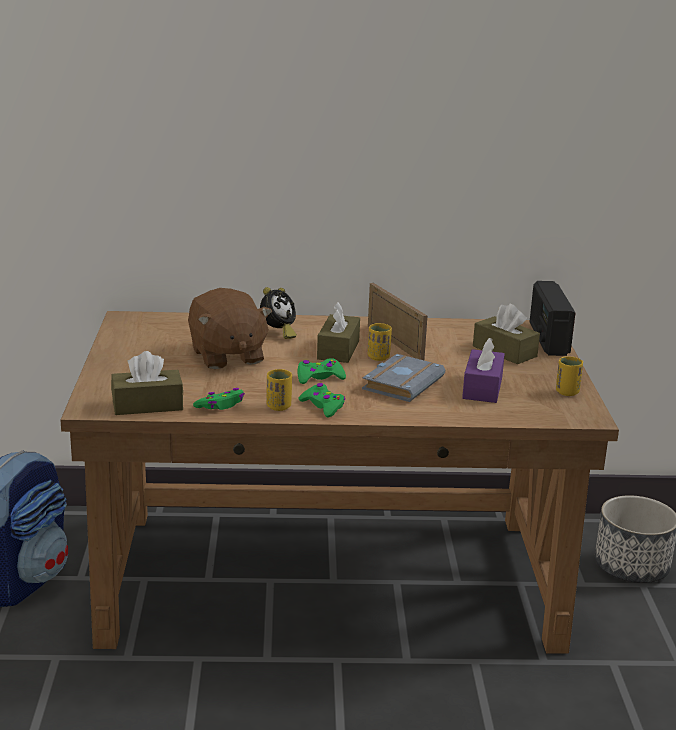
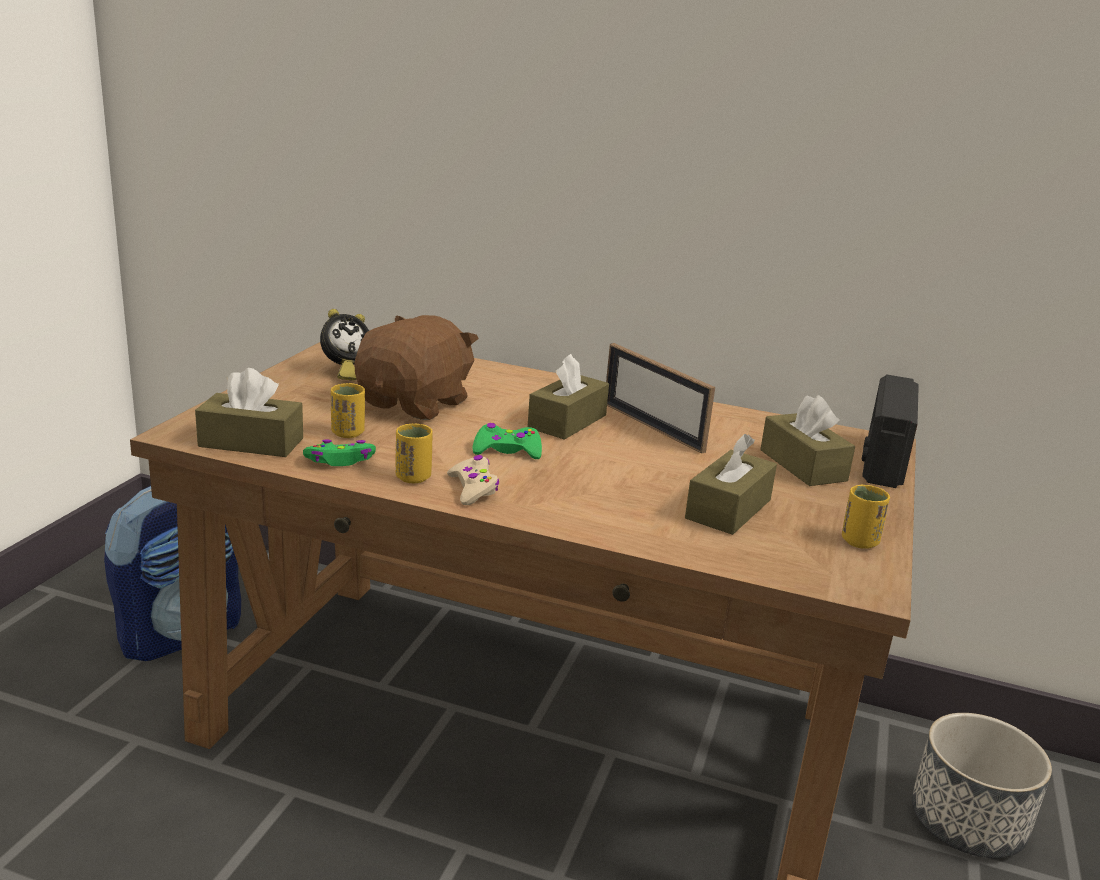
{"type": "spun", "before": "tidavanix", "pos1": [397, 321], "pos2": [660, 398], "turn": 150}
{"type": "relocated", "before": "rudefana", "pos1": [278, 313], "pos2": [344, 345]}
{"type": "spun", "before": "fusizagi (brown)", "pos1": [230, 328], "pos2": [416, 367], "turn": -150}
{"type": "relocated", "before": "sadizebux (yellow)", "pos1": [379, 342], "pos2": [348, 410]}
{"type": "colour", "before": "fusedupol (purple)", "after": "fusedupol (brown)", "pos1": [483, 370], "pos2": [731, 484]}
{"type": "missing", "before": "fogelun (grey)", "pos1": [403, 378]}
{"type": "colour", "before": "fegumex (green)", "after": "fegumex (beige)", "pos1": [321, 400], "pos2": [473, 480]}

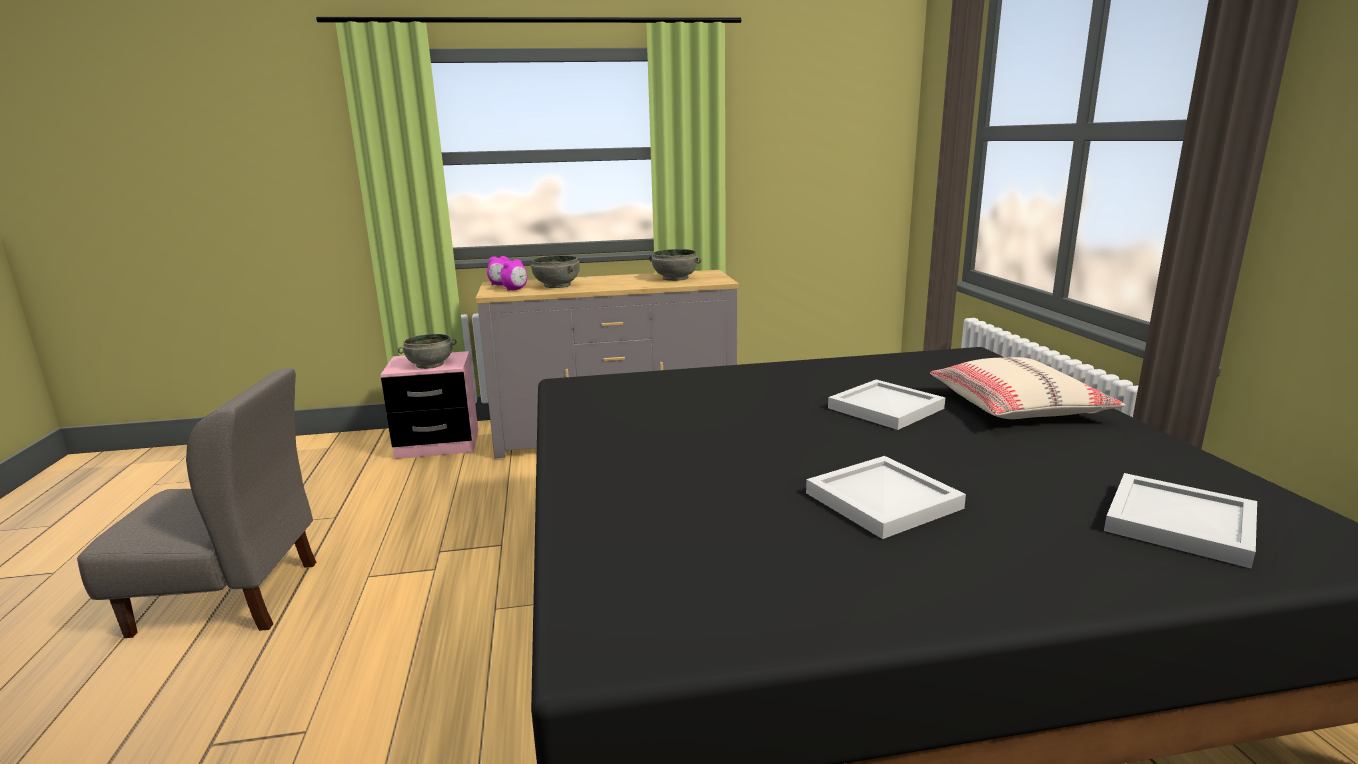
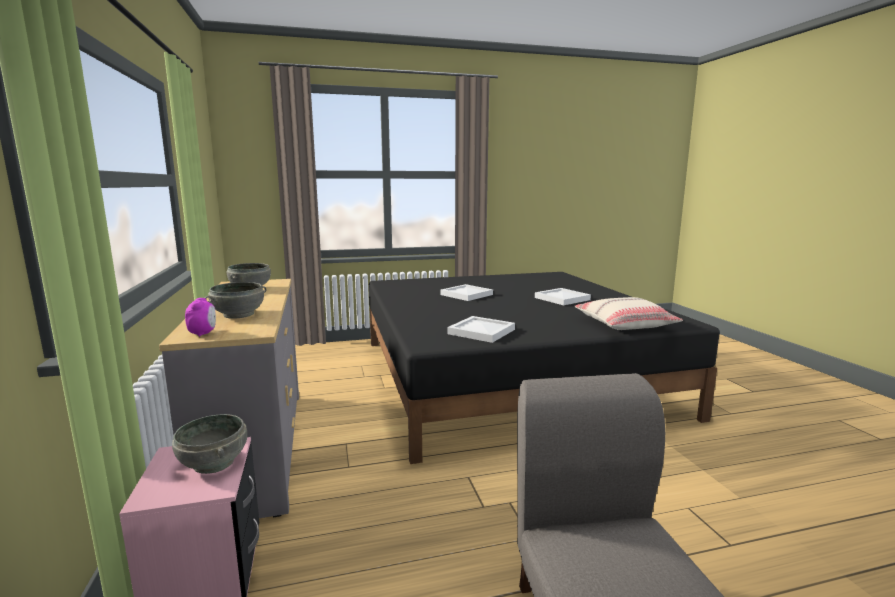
{"type": "missing", "before": "rudefana", "pos1": [514, 275]}
{"type": "relocated", "before": "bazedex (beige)", "pos1": [1027, 388], "pos2": [628, 313]}
{"type": "relocated", "before": "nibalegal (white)", "pos1": [1180, 520], "pos2": [481, 329]}

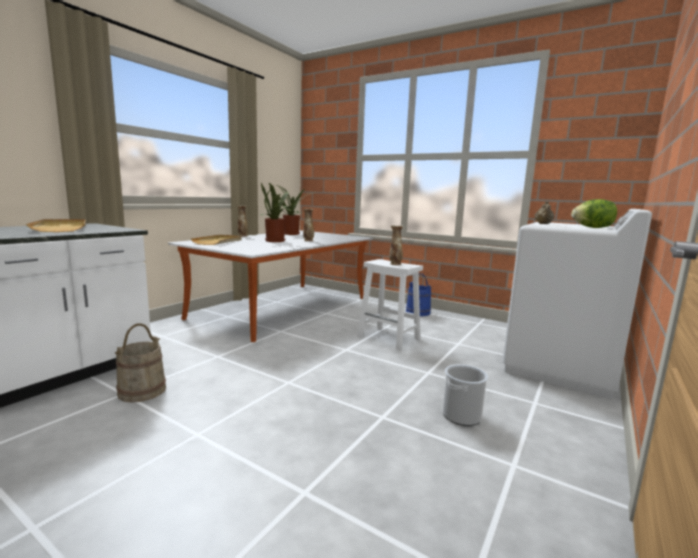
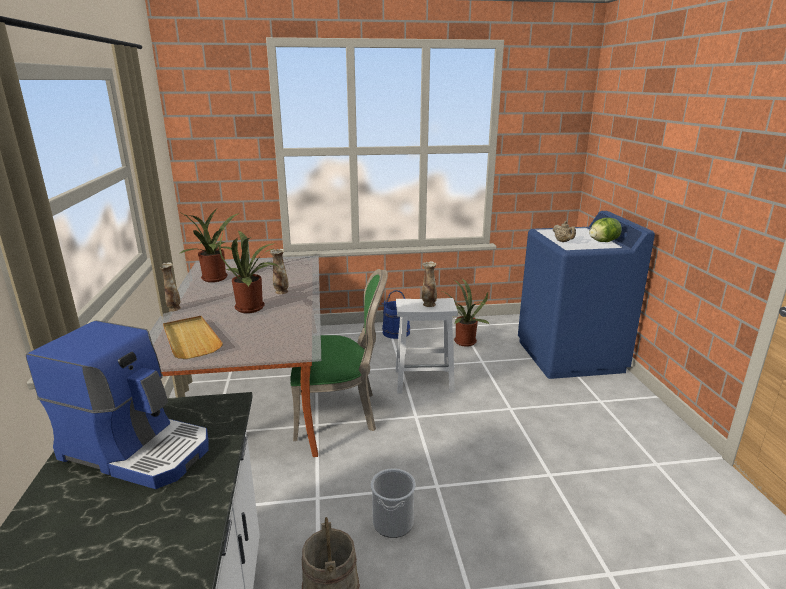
{"type": "colour", "before": "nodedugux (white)", "after": "nodedugux (blue)", "pos1": [577, 304], "pos2": [586, 295]}
{"type": "exchanged", "before": "nibalegal (beige)", "after": "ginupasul", "pos1": [56, 225], "pos2": [117, 404]}
{"type": "relocated", "before": "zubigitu", "pos1": [465, 395], "pos2": [393, 503]}
{"type": "appeared", "after": "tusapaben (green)", "pos2": [339, 355]}
{"type": "appeared", "after": "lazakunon", "pos2": [466, 312]}

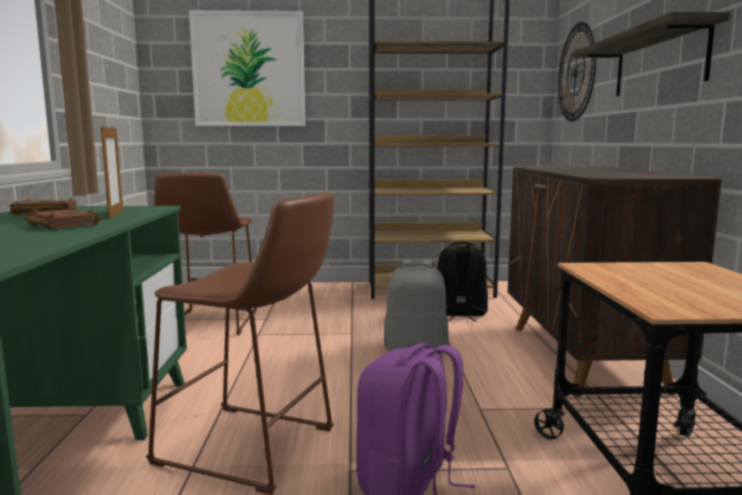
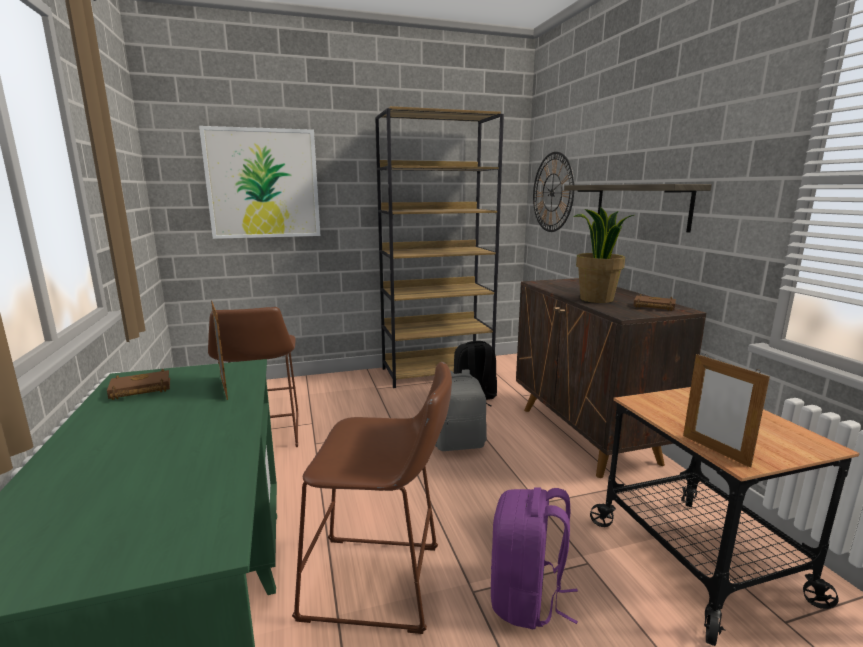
{"type": "relocated", "before": "fogelun (brown)", "pos1": [63, 218], "pos2": [654, 302]}
{"type": "appeared", "after": "lazakunon", "pos2": [603, 254]}
{"type": "appeared", "after": "tidavanix", "pos2": [726, 411]}

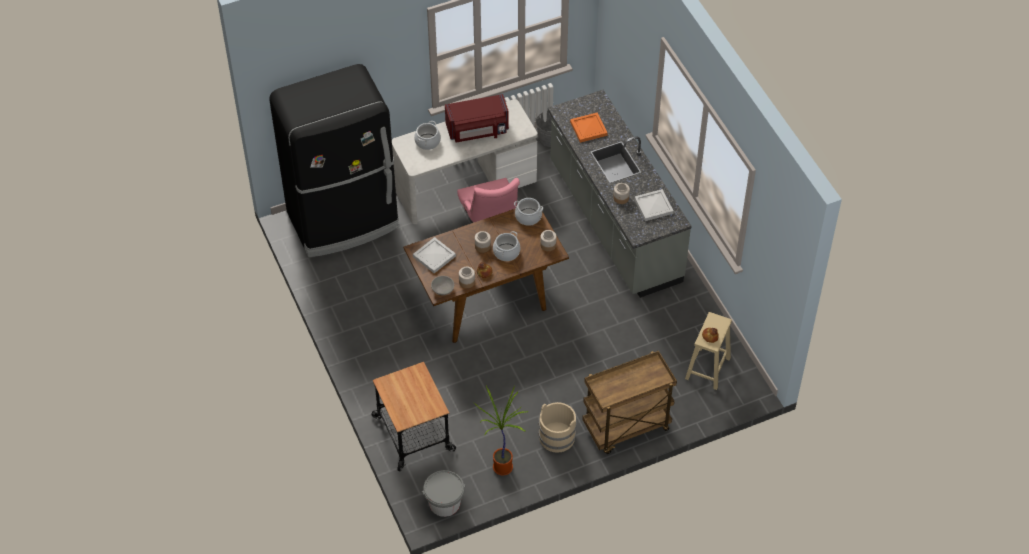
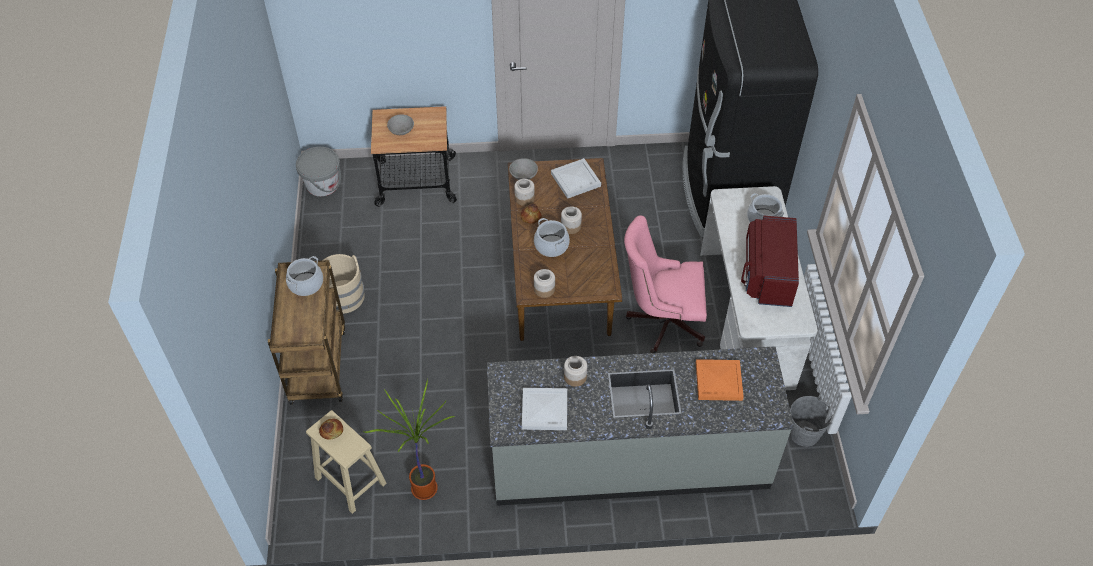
{"type": "relocated", "before": "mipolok", "pos1": [528, 212], "pos2": [304, 276]}
{"type": "relocated", "before": "lazakunon", "pos1": [500, 430], "pos2": [409, 439]}
{"type": "appeared", "after": "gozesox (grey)", "pos2": [400, 124]}

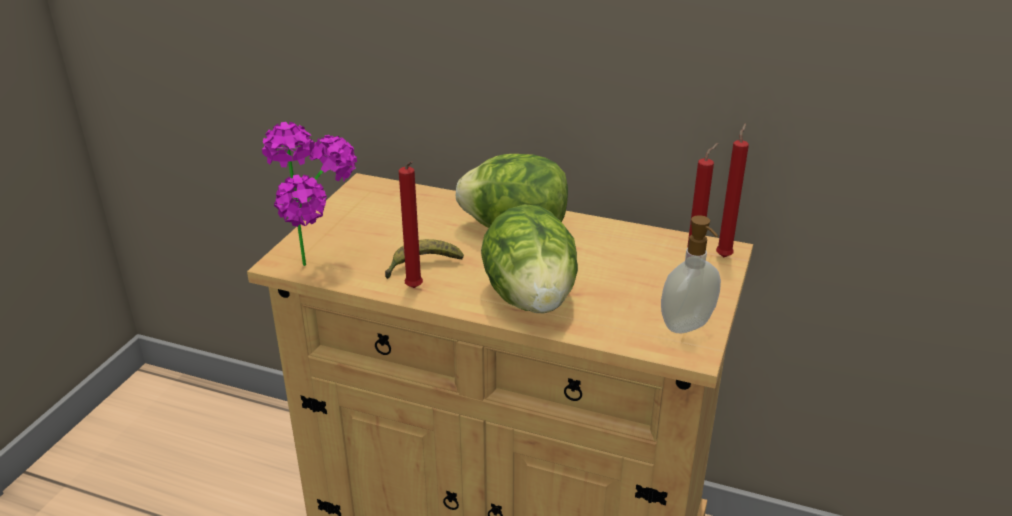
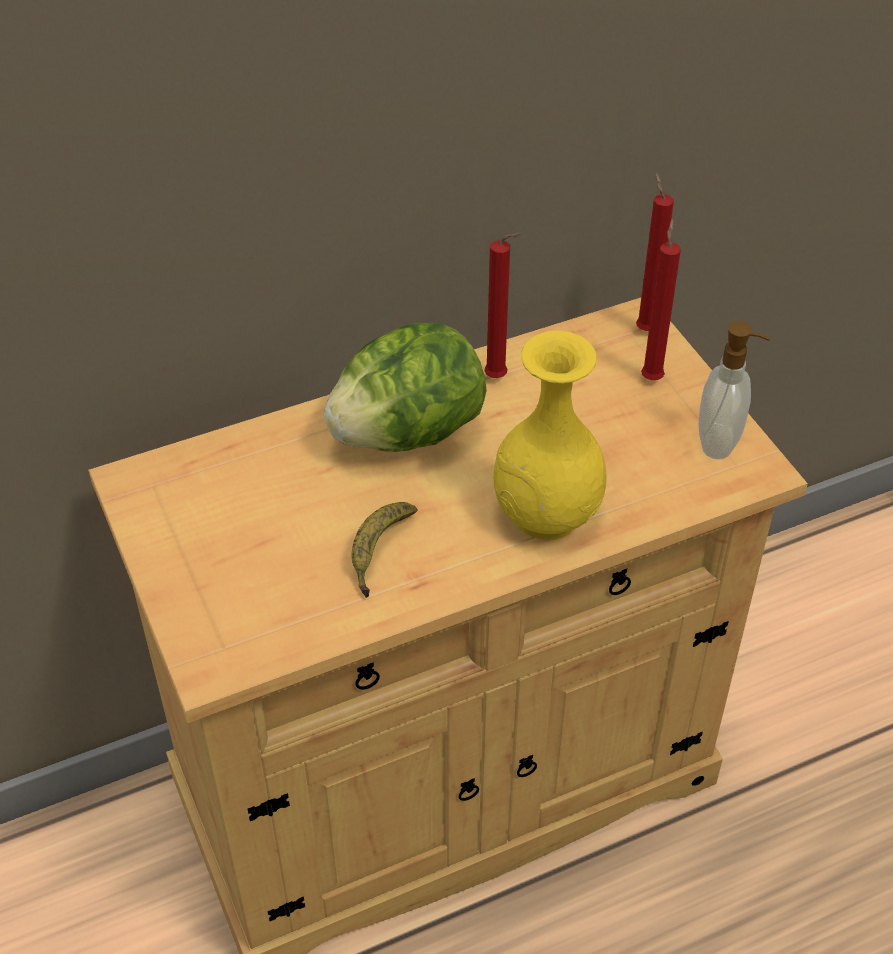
{"type": "missing", "before": "lazakunon", "pos1": [309, 194]}
{"type": "relocated", "before": "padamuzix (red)", "pos1": [411, 224], "pos2": [502, 305]}
{"type": "exchanged", "before": "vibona", "after": "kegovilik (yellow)", "pos1": [529, 258], "pos2": [549, 435]}

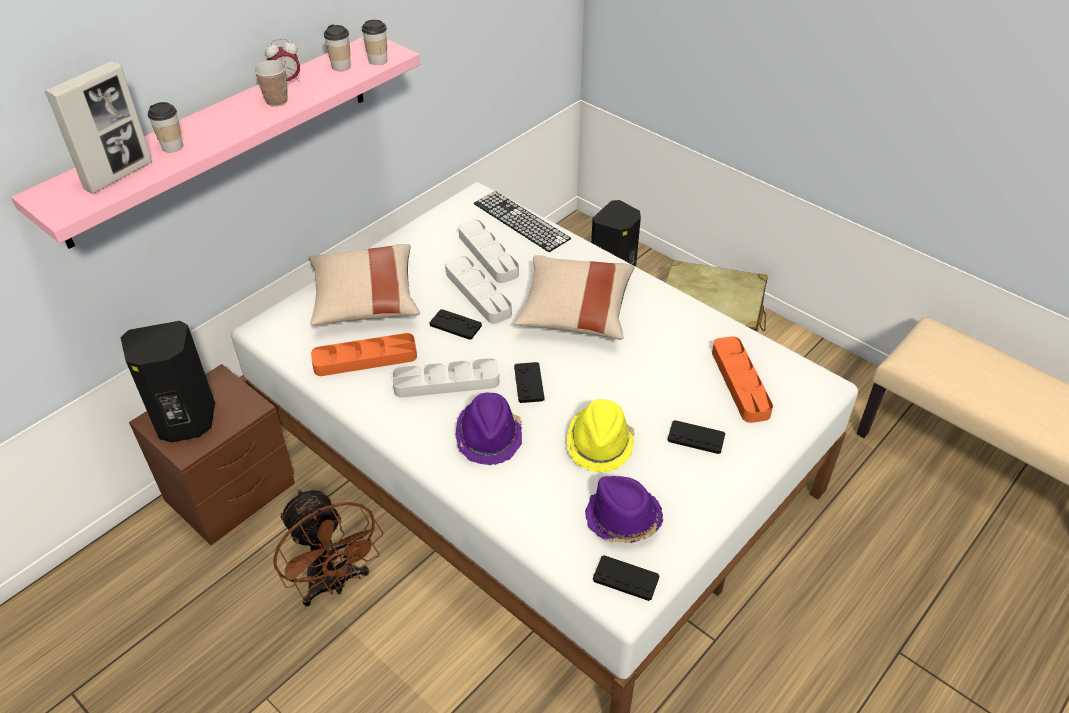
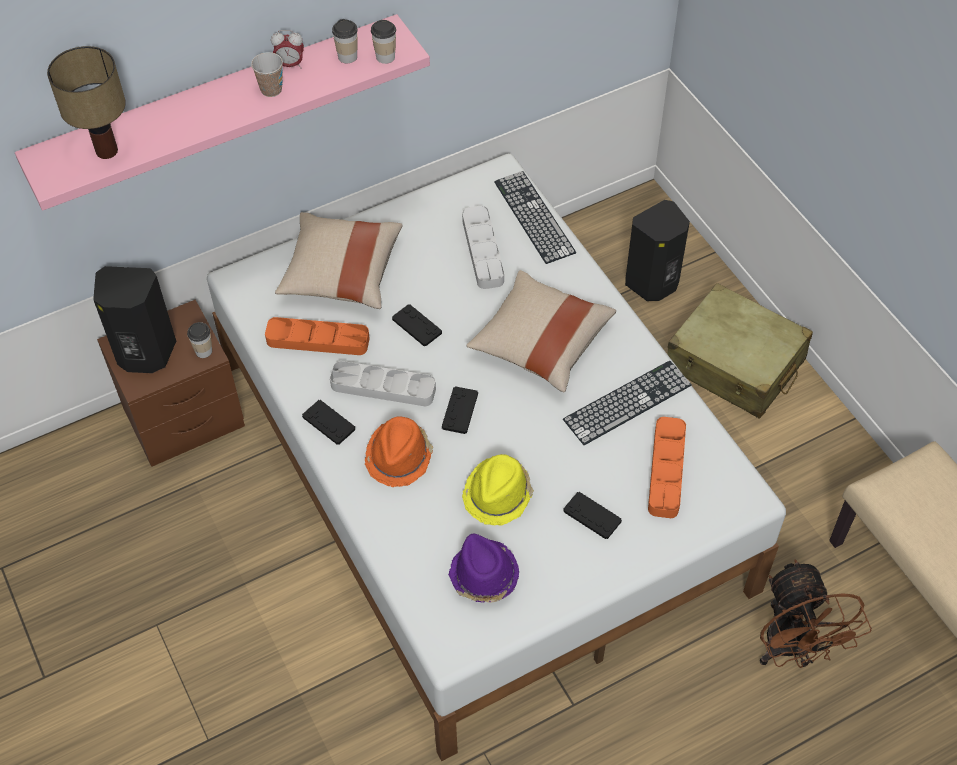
{"type": "exchanged", "before": "tidavanix", "after": "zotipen", "pos1": [98, 127], "pos2": [86, 102]}
{"type": "relocated", "before": "sadizebux", "pos1": [165, 127], "pos2": [199, 340]}
{"type": "missing", "before": "nibalegal (grey)", "pos1": [479, 290]}
{"type": "colour", "before": "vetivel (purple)", "after": "vetivel (orange)", "pos1": [489, 429], "pos2": [399, 451]}
{"type": "relocated", "before": "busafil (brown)", "pos1": [328, 548], "pos2": [816, 614]}
{"type": "relocated", "before": "fegumex (black)", "pos1": [626, 578], "pos2": [328, 422]}
{"type": "appeared", "after": "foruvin", "pos2": [627, 403]}

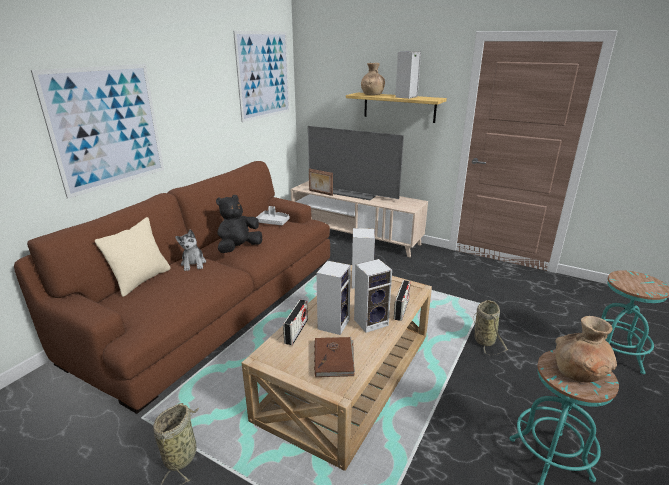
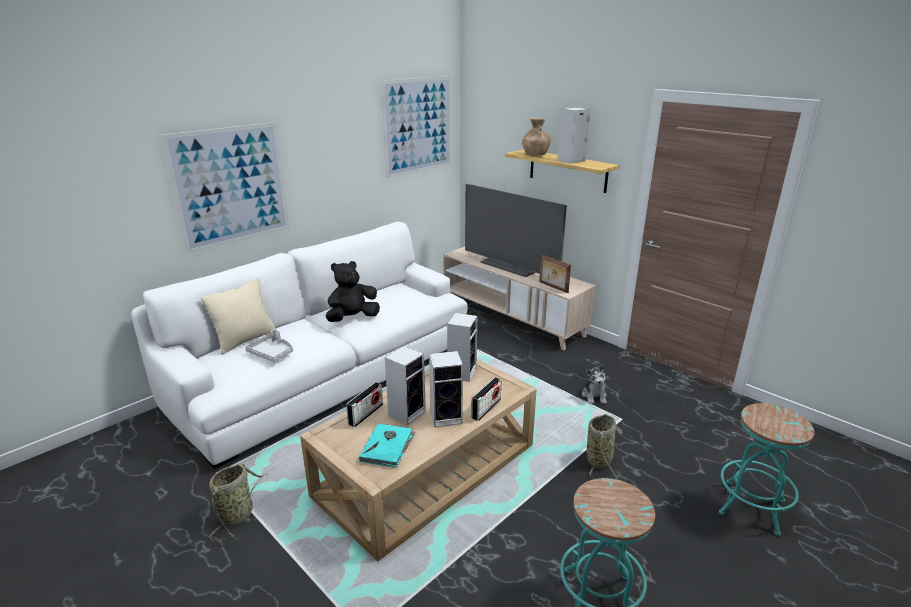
{"type": "colour", "before": "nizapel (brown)", "after": "nizapel (white)", "pos1": [172, 287], "pos2": [299, 345]}
{"type": "relocated", "before": "tidavanix", "pos1": [321, 182], "pos2": [555, 273]}
{"type": "relocated", "before": "nibalegal (grey)", "pos1": [273, 215], "pos2": [269, 345]}
{"type": "relocated", "before": "fusizagi", "pos1": [190, 250], "pos2": [594, 384]}
{"type": "missing", "before": "kegovilik (brown)", "pos1": [586, 349]}
{"type": "colour", "before": "fogelun (brown)", "after": "fogelun (turquoise)", "pos1": [334, 357], "pos2": [387, 446]}

